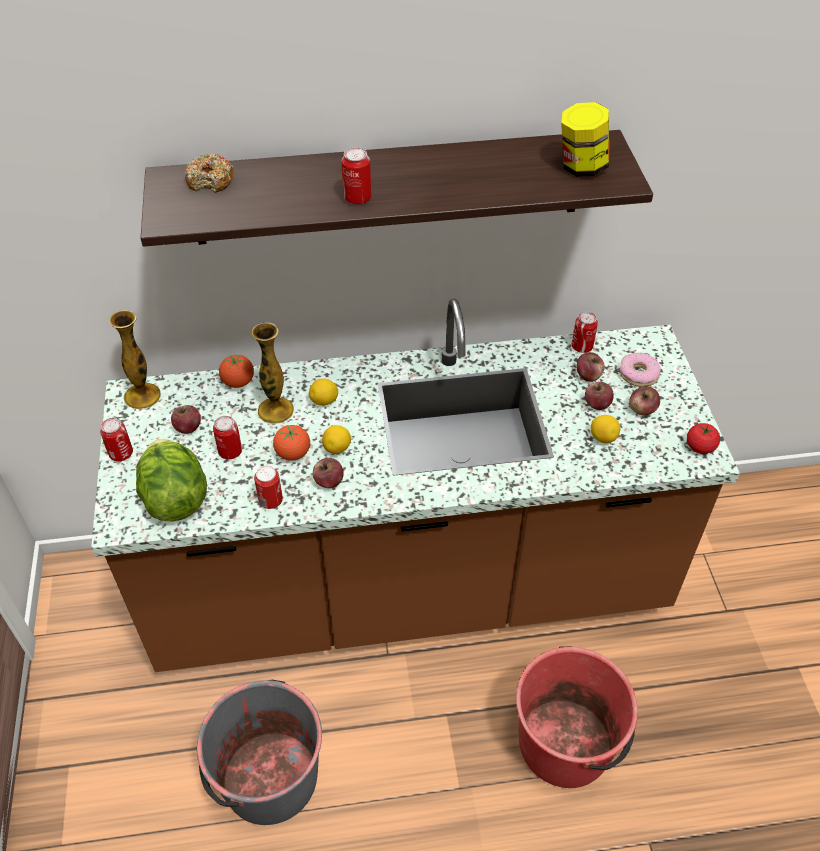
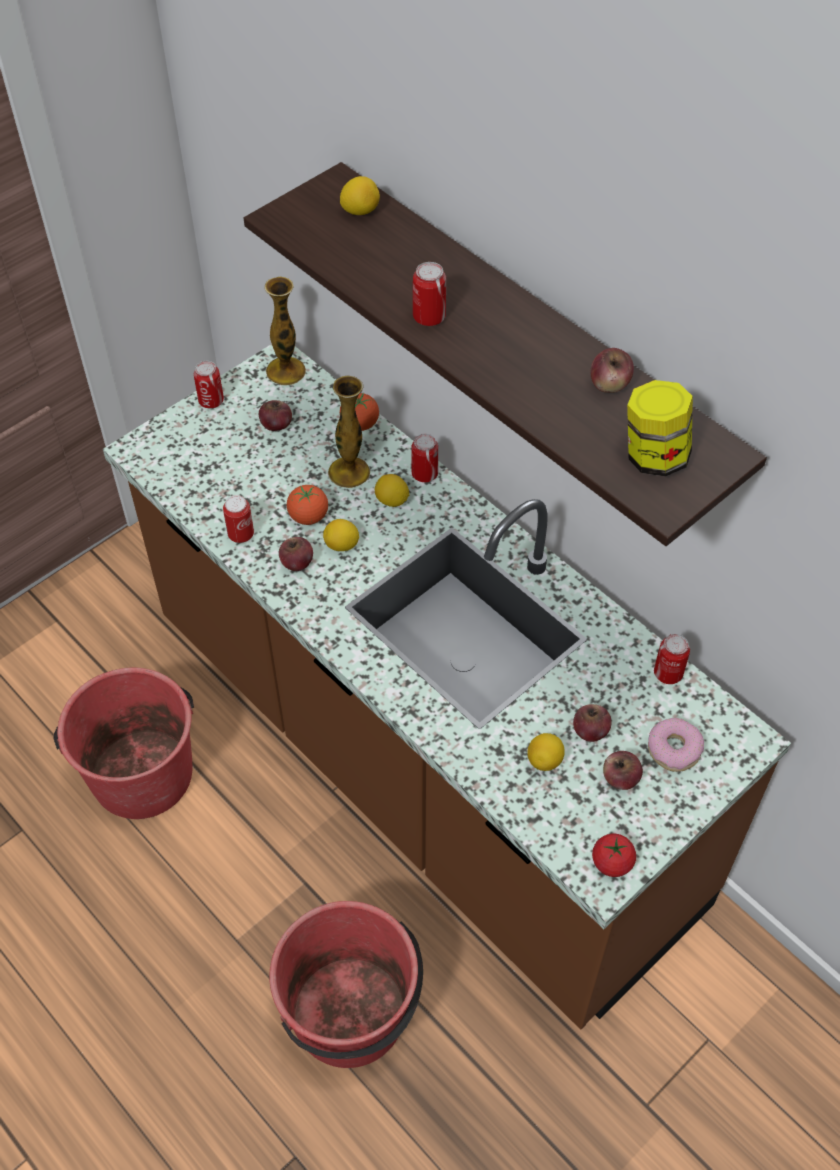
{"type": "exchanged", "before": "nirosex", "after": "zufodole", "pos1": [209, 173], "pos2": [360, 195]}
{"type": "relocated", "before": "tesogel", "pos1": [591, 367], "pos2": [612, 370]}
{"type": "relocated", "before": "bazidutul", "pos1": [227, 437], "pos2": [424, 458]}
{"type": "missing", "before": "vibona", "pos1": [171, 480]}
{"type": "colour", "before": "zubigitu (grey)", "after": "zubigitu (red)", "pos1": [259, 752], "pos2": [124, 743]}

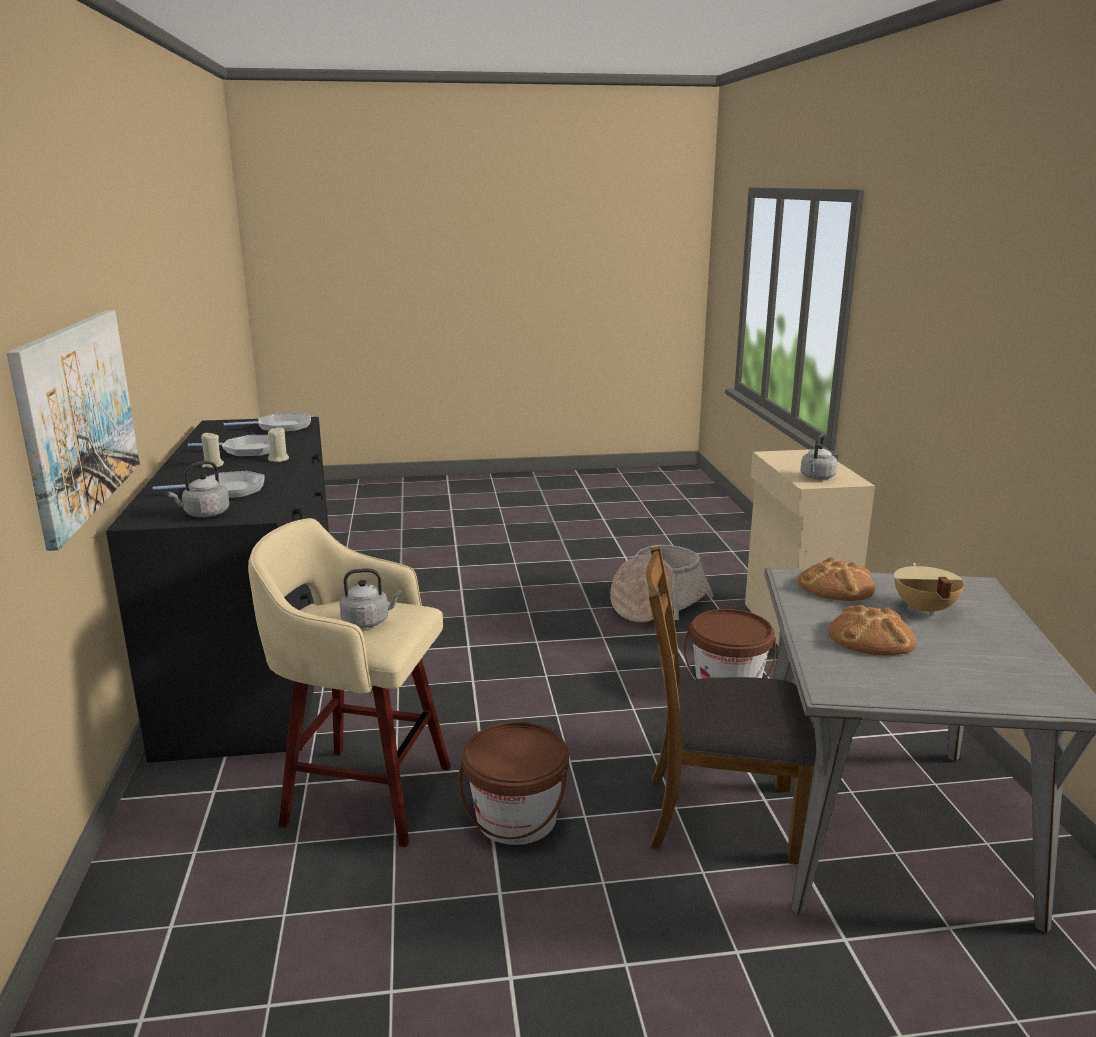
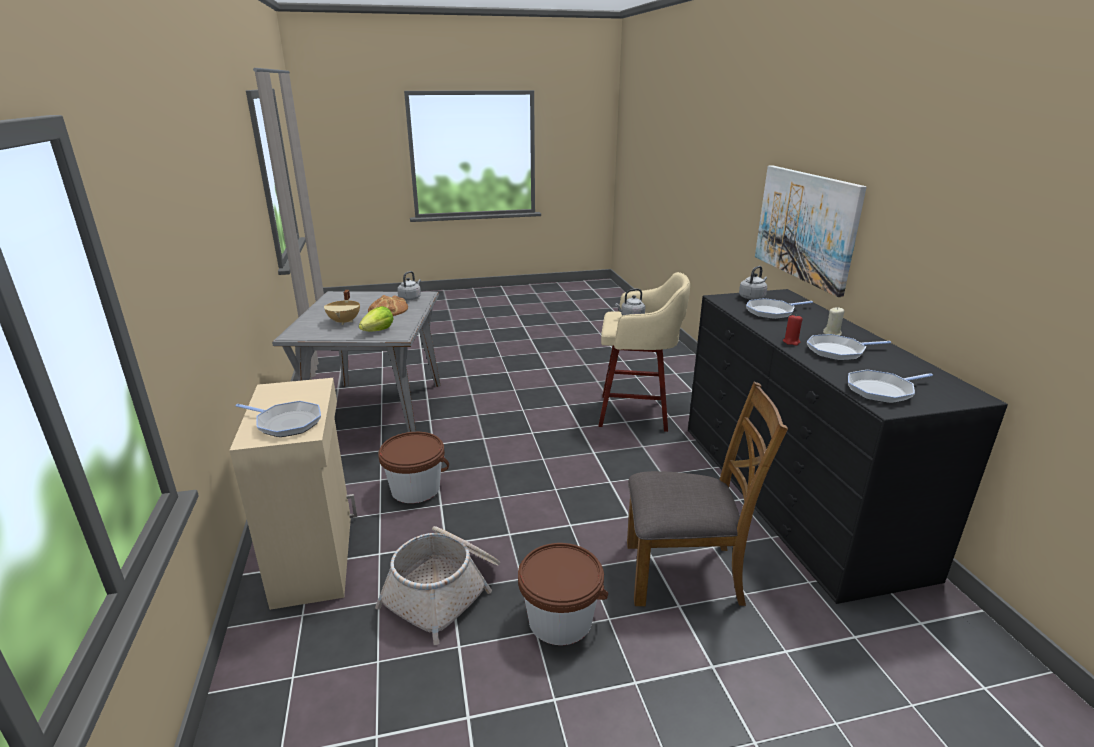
{"type": "colour", "before": "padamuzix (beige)", "after": "padamuzix (red)", "pos1": [278, 444], "pos2": [793, 330]}
{"type": "relocated", "before": "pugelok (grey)", "pos1": [818, 457], "pos2": [409, 285]}
{"type": "relocated", "before": "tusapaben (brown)", "pos1": [731, 705], "pos2": [707, 494]}
{"type": "exchanged", "before": "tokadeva", "after": "vibona", "pos1": [836, 579], "pos2": [376, 319]}
{"type": "relocated", "before": "zubigitu (brown)", "pos1": [513, 783], "pos2": [563, 594]}
{"type": "appeared", "after": "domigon", "pos2": [278, 419]}

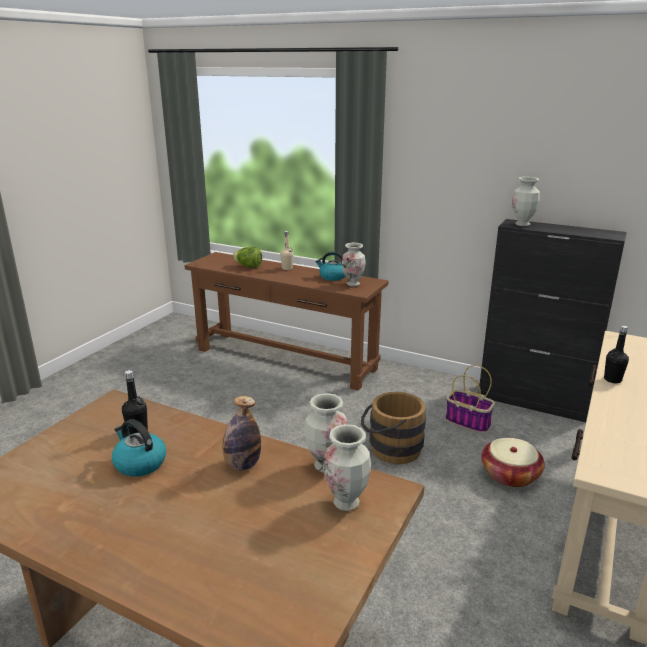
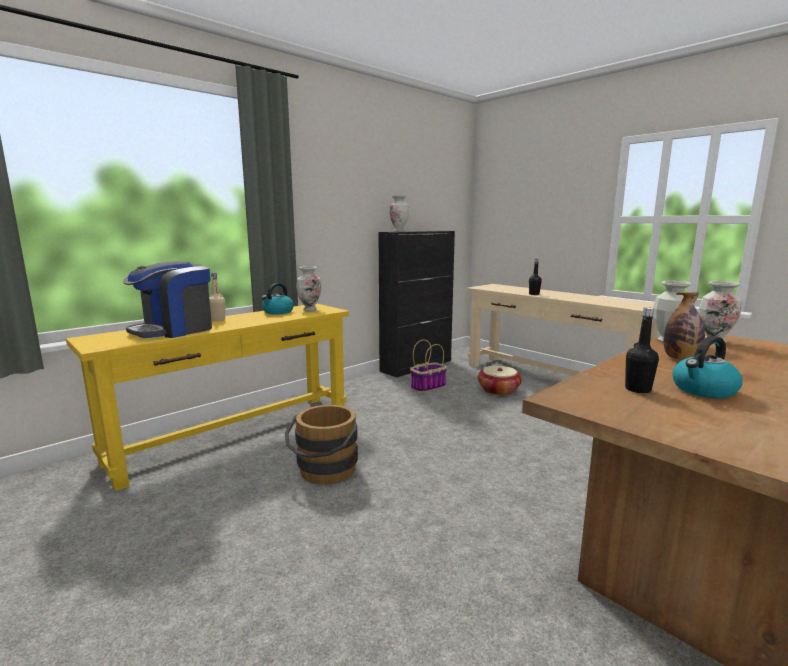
{"type": "exchanged", "before": "vibona", "after": "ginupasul", "pos1": [247, 257], "pos2": [167, 299]}
{"type": "colour", "before": "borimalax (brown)", "after": "borimalax (yellow)", "pos1": [286, 321], "pos2": [207, 397]}
{"type": "relocated", "before": "zubigitu (brown)", "pos1": [393, 428], "pos2": [321, 444]}

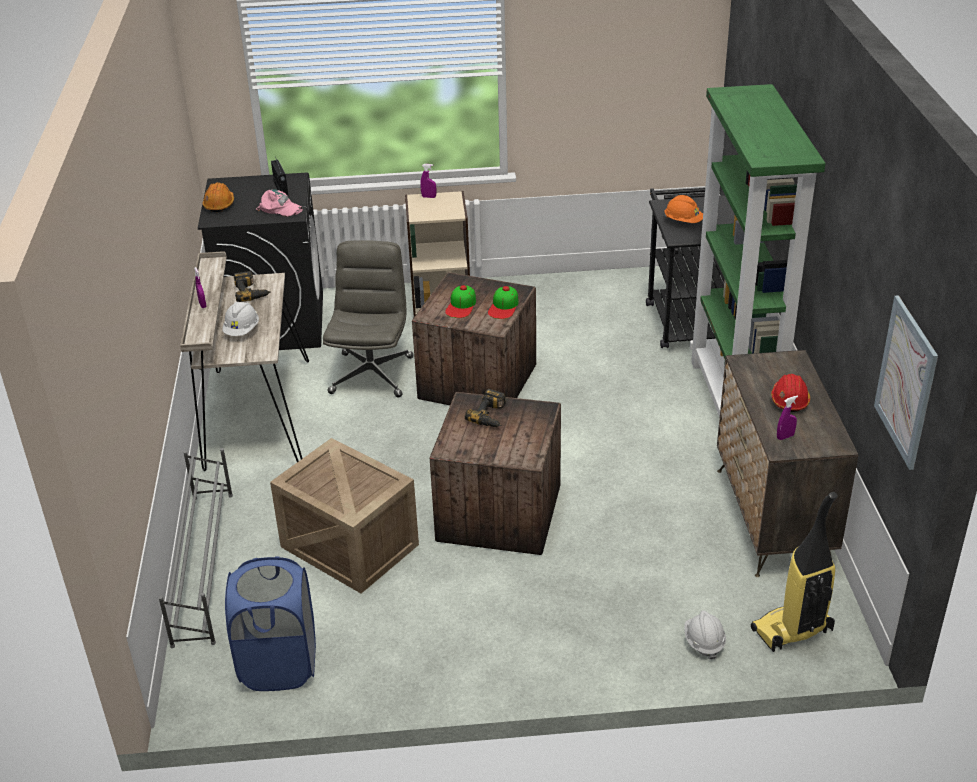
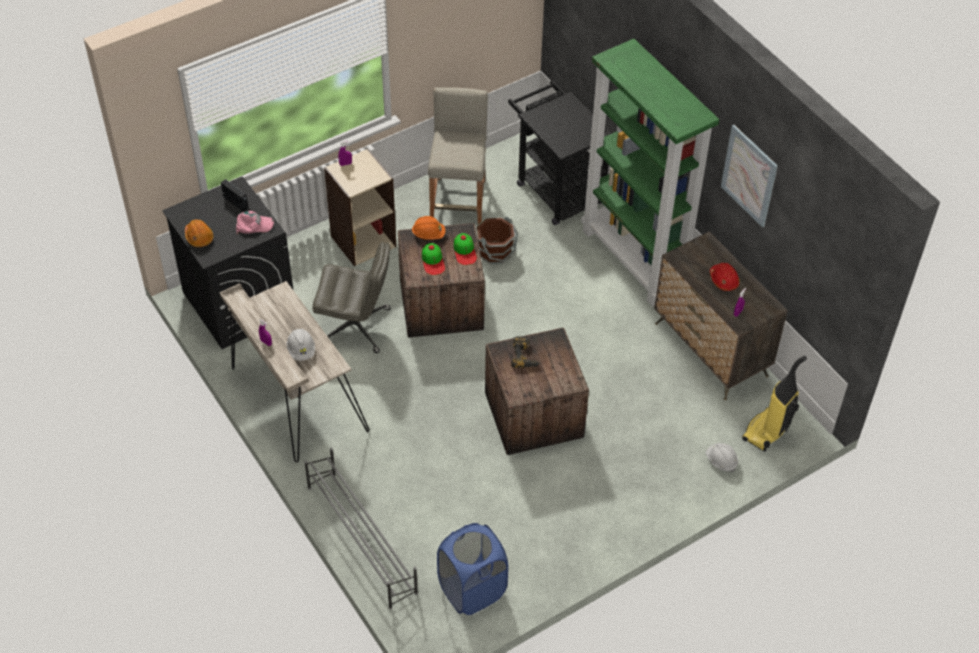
{"type": "relocated", "before": "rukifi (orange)", "pos1": [683, 209], "pos2": [428, 228]}
{"type": "spun", "before": "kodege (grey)", "pos1": [368, 318], "pos2": [352, 297], "turn": 120}
{"type": "missing", "before": "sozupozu", "pos1": [252, 286]}
{"type": "relocated", "before": "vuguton", "pos1": [906, 382], "pos2": [749, 176]}
{"type": "missing", "before": "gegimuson", "pos1": [344, 516]}
{"type": "appeared", "after": "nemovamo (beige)", "pos2": [458, 155]}
{"type": "appeared", "after": "zubigitu (brown)", "pos2": [497, 240]}

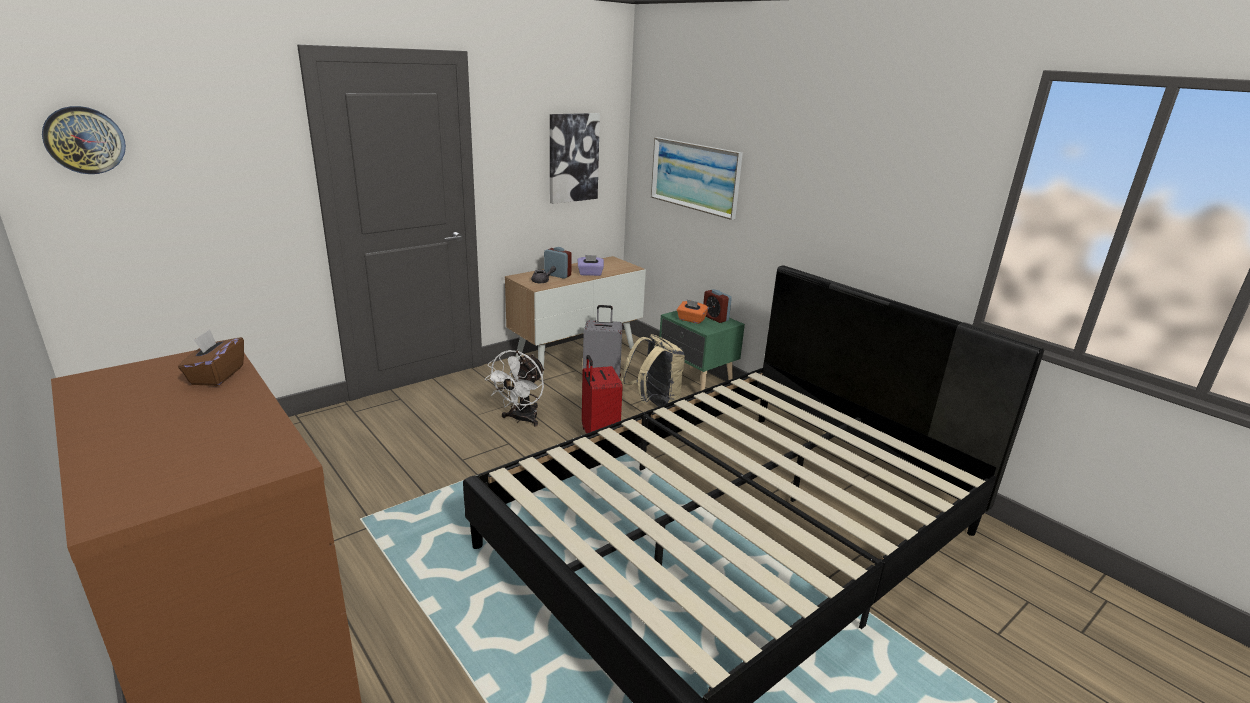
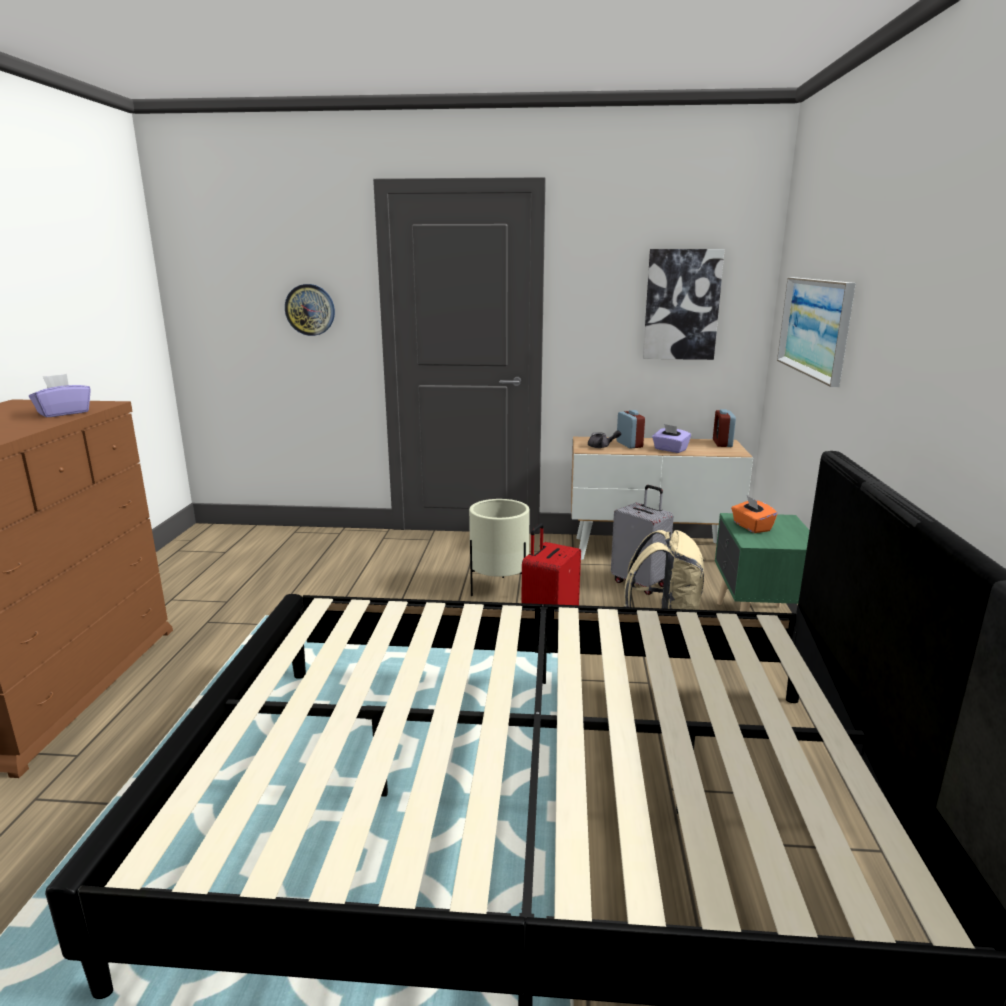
{"type": "relocated", "before": "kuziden", "pos1": [84, 140], "pos2": [310, 310]}
{"type": "relocated", "before": "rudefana", "pos1": [717, 306], "pos2": [724, 428]}
{"type": "colour", "before": "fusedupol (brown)", "after": "fusedupol (purple)", "pos1": [211, 357], "pos2": [60, 395]}
{"type": "exchanged", "before": "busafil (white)", "after": "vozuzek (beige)", "pos1": [515, 388], "pos2": [499, 547]}

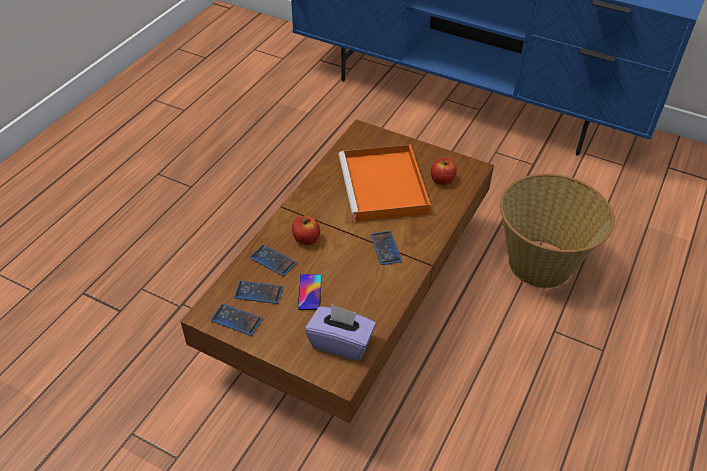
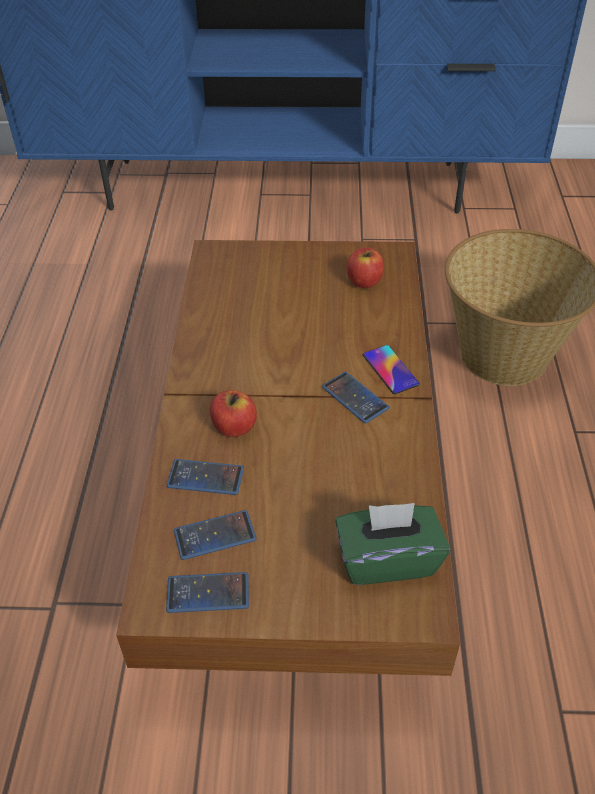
{"type": "missing", "before": "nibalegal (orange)", "pos1": [385, 183]}
{"type": "relocated", "before": "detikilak", "pos1": [310, 292], "pos2": [391, 369]}
{"type": "colour", "before": "fusedupol (purple)", "after": "fusedupol (green)", "pos1": [340, 332], "pos2": [392, 544]}

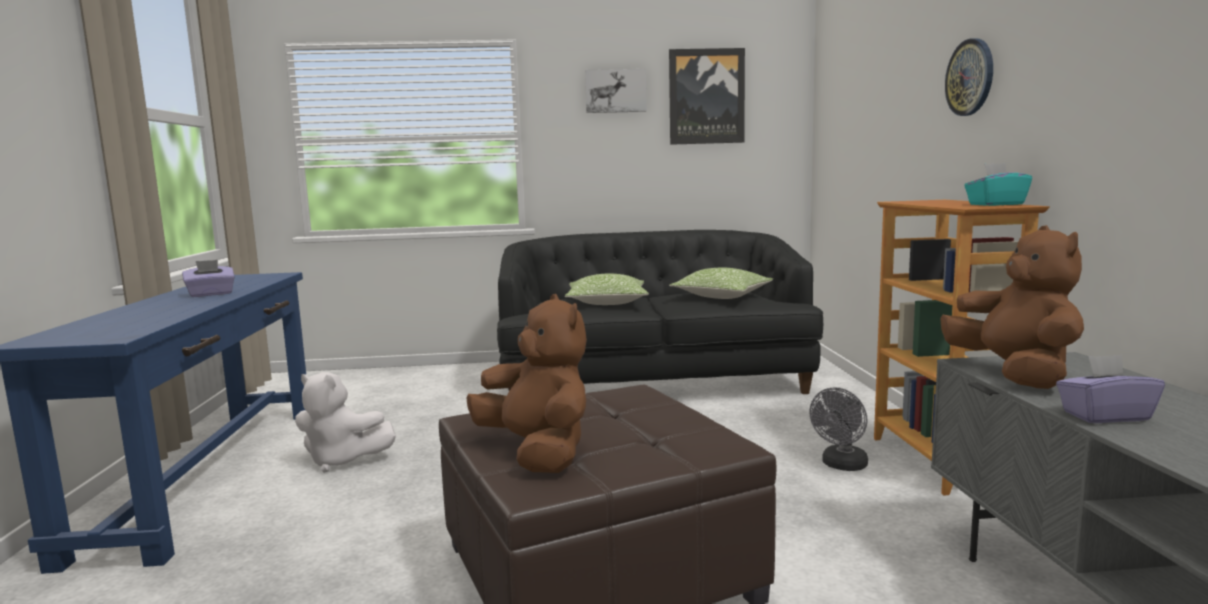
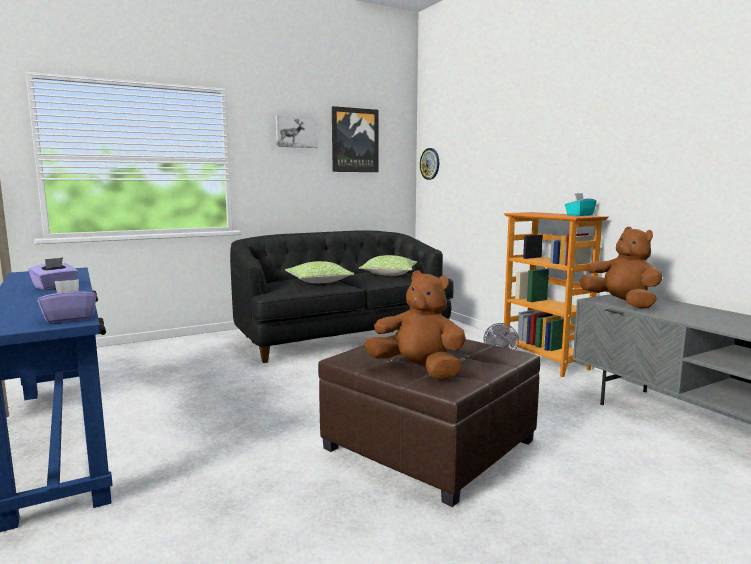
{"type": "relocated", "before": "kuziden", "pos1": [969, 77], "pos2": [429, 164]}
{"type": "relocated", "before": "fusedupol (purple)", "pos1": [1110, 389], "pos2": [67, 301]}
{"type": "missing", "before": "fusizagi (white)", "pos1": [345, 422]}

